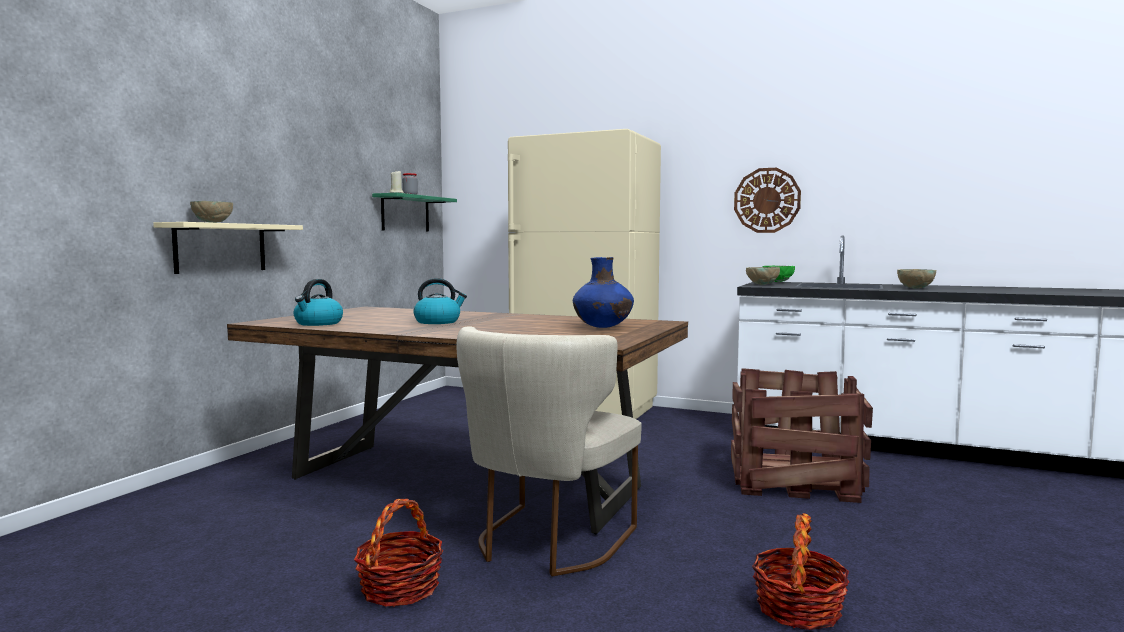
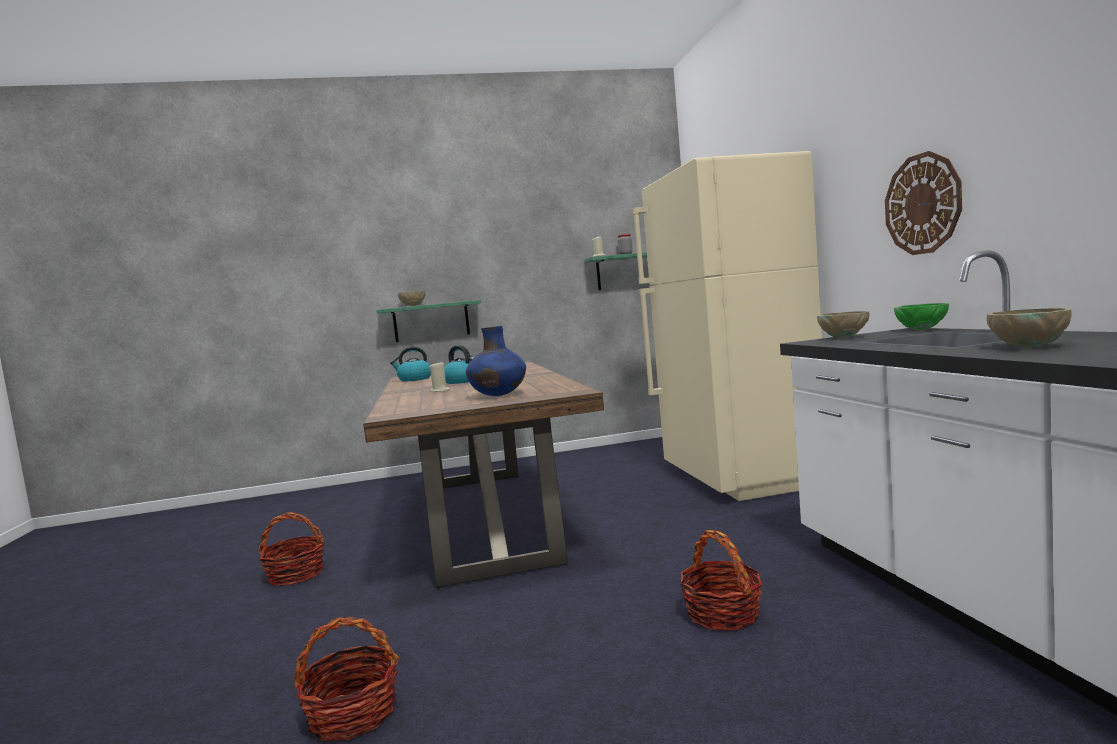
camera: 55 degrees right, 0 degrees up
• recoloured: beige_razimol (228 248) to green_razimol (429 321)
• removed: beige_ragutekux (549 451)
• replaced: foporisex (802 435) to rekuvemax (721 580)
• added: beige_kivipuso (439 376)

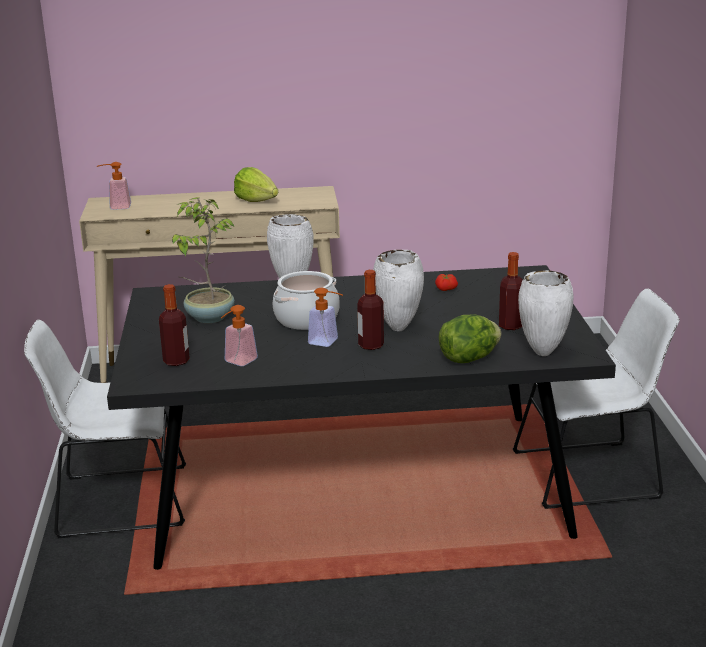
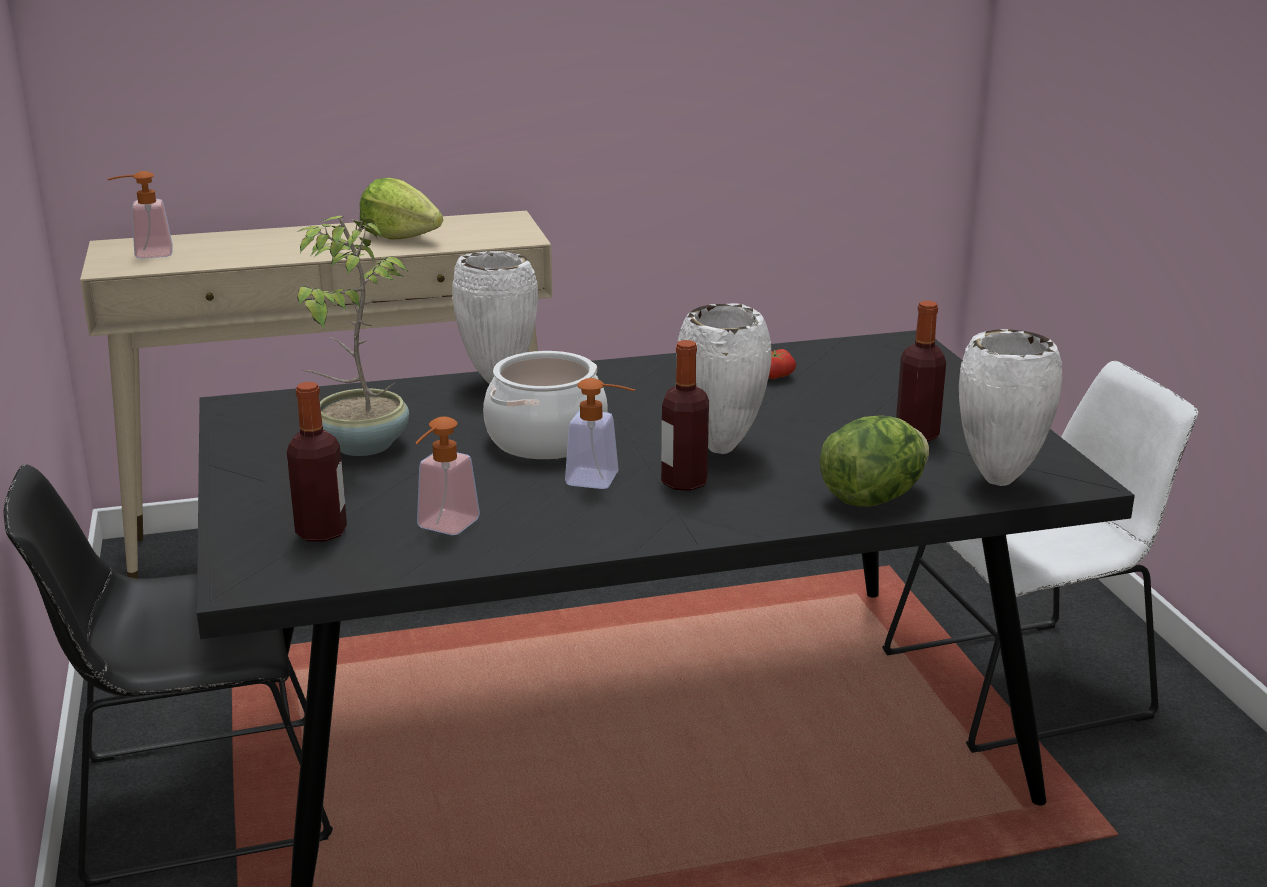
camera: 10 degrees left, 0 degrees up
• recoloured: white_ragutekux (105 429) to black_ragutekux (168 675)

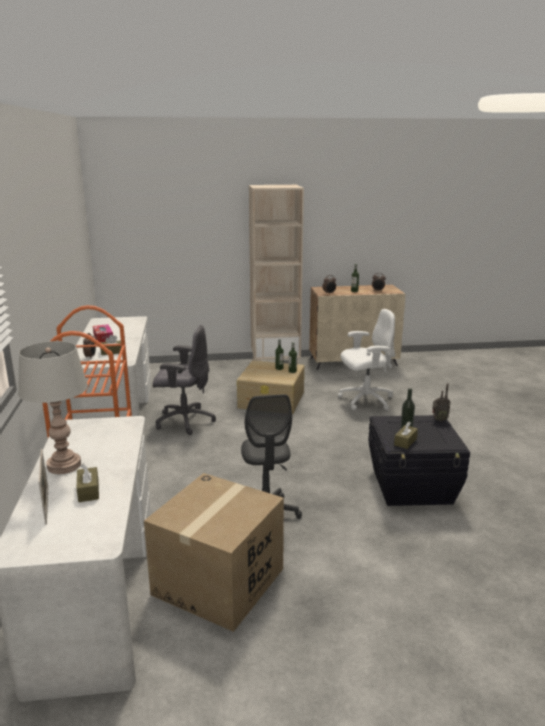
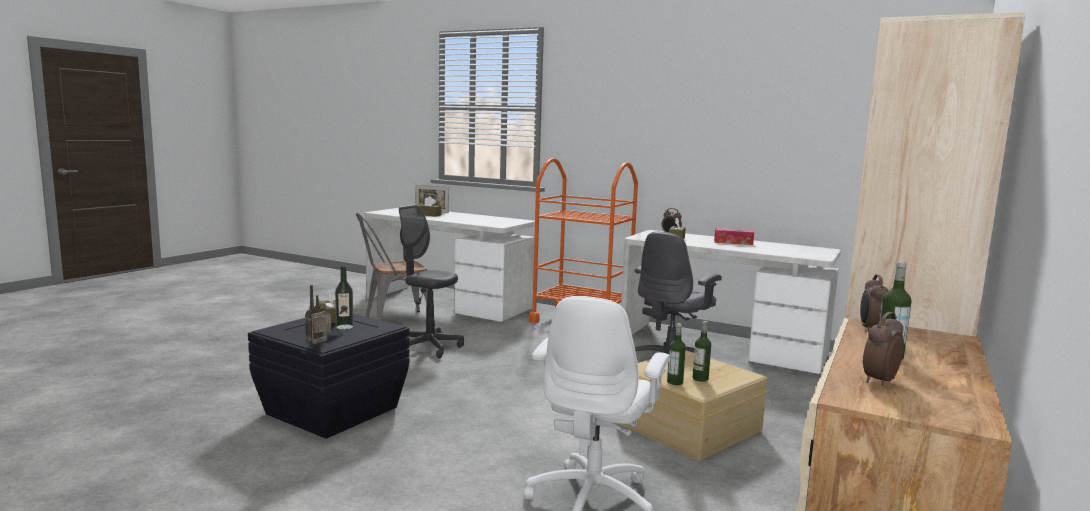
camera: 125 degrees right, 10 degrees down
• removed: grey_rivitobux (53 407)
• replaced: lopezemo (214 552) to grey_ragutekux (395 268)

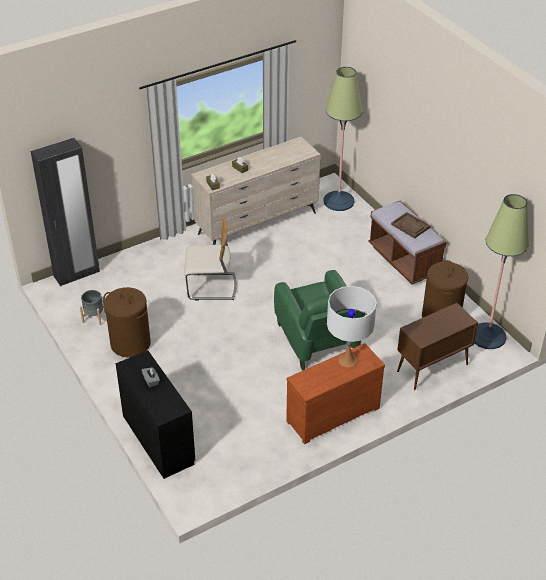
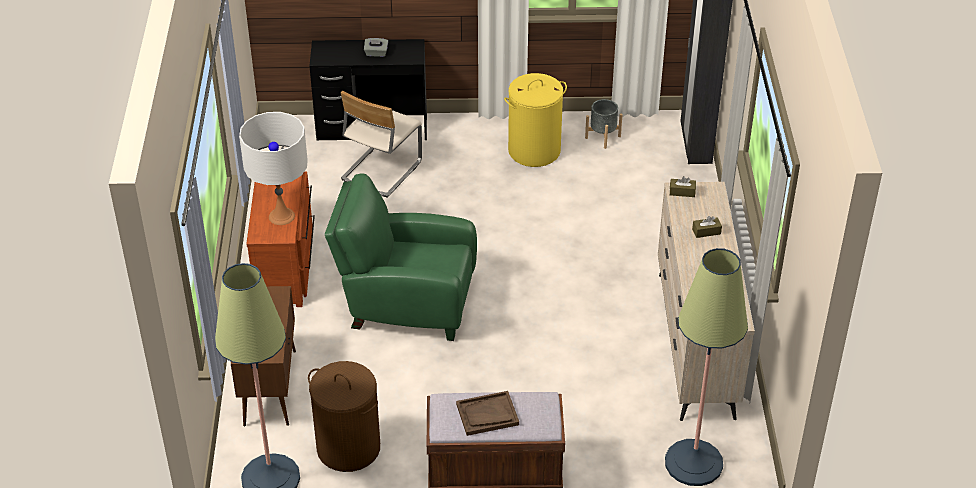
camera: 120 degrees right, 0 degrees up
• recoloured: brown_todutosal (127 322) to yellow_todutosal (535 120)
• moved: beige_ragutekux (210 259) to (381 144)

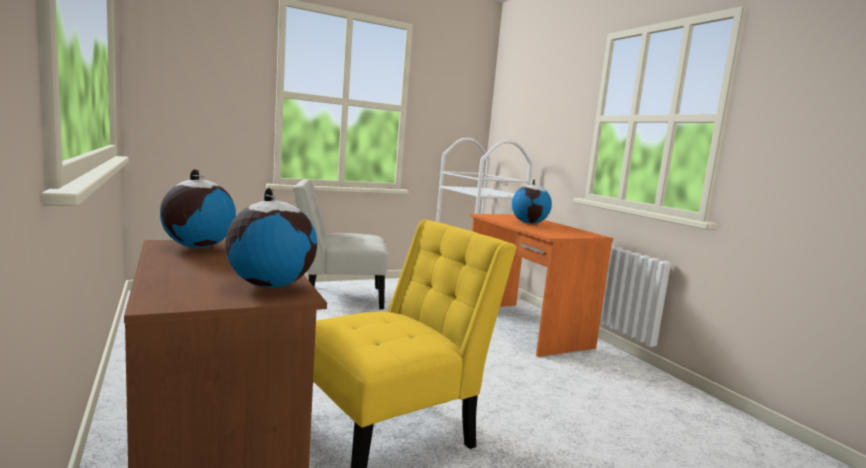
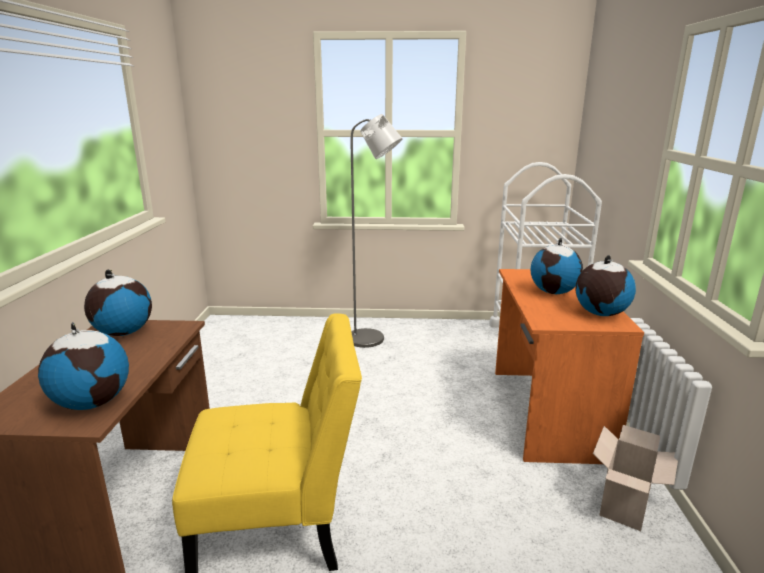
camera: 30 degrees right, 10 degrees up
• replaced: white_ragutekux (340 244) to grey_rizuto (377 231)
• added: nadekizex (606 285)
• added: lopezemo (635 478)

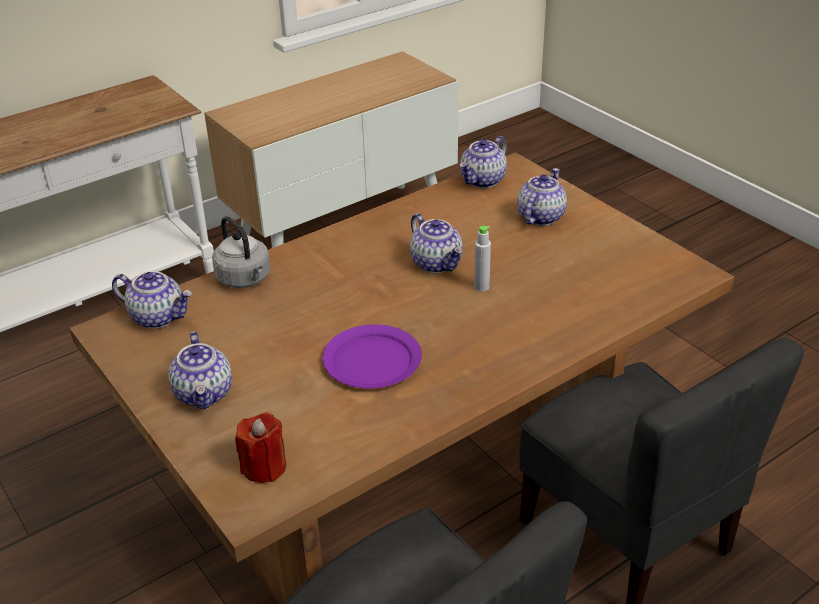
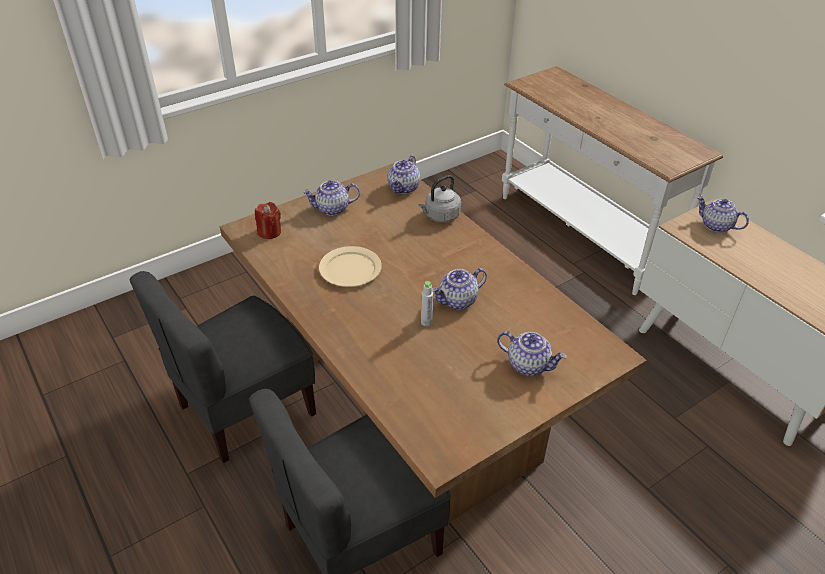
camera: 90 degrees right, 5 degrees up
• recoloured: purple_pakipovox (372 356) to beige_pakipovox (350 266)
• moved: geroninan (483 162) to (723 214)

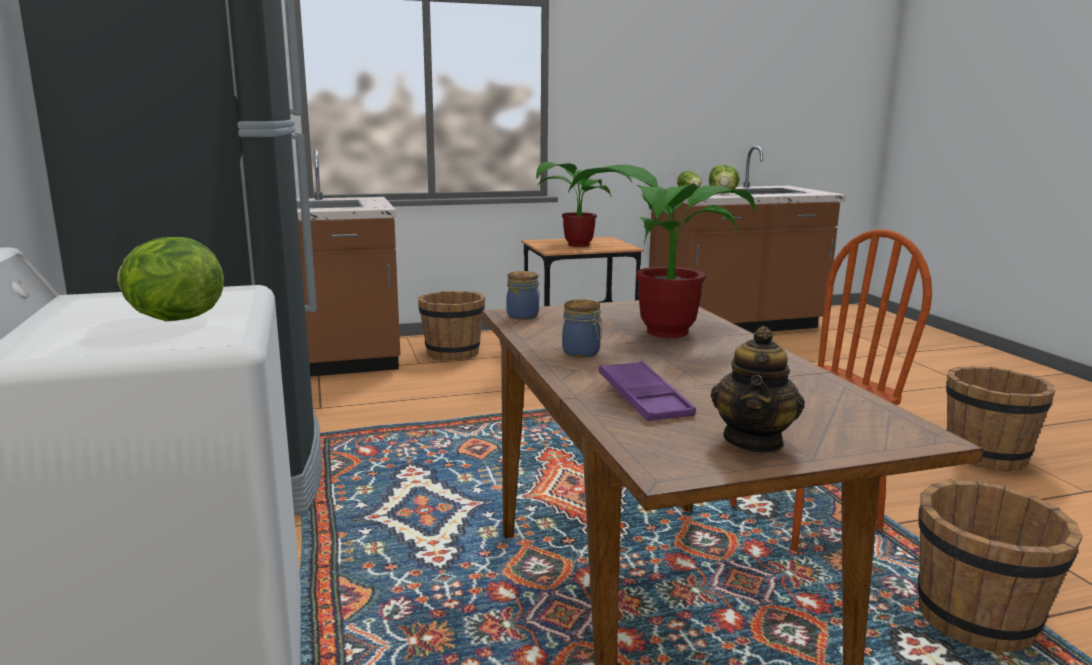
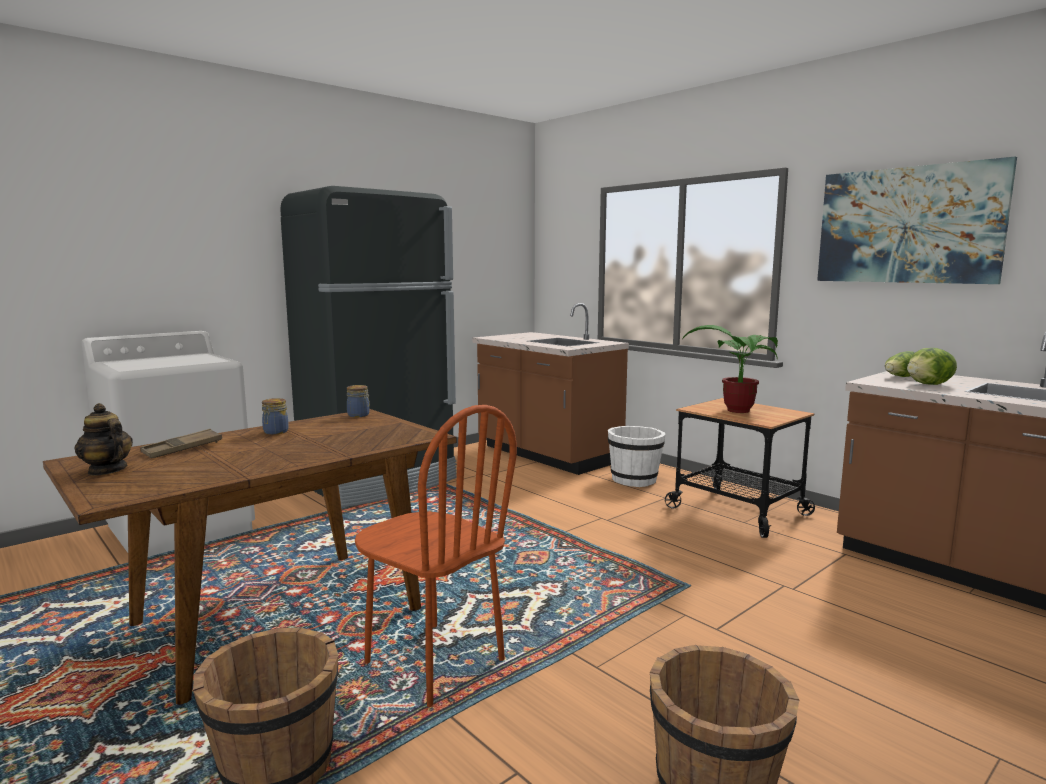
camera: 65 degrees right, 5 degrees down
• removed: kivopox (171 279)
• recoloured: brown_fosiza (451 325) to white_fosiza (637 456)
• removed: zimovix (661 251)
• recoloured: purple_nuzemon (647 391) to brown_nuzemon (181 443)
• turned: geroninan (758 389) = (103 439) 45 degrees clockwise
• added: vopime (917 220)

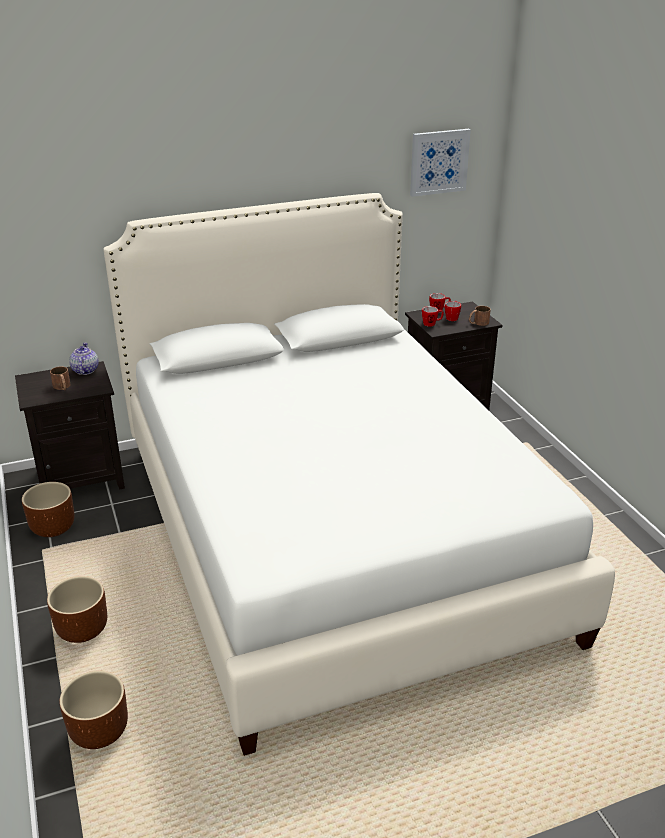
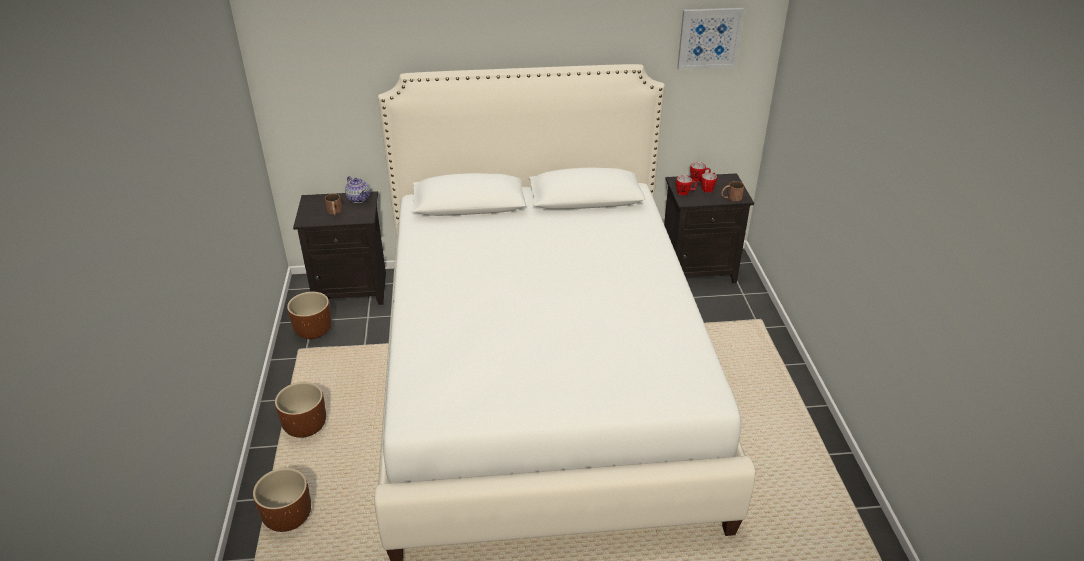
camera: 15 degrees right, 5 degrees up
• turned: geroninan (83 358) = (357 189) 135 degrees clockwise

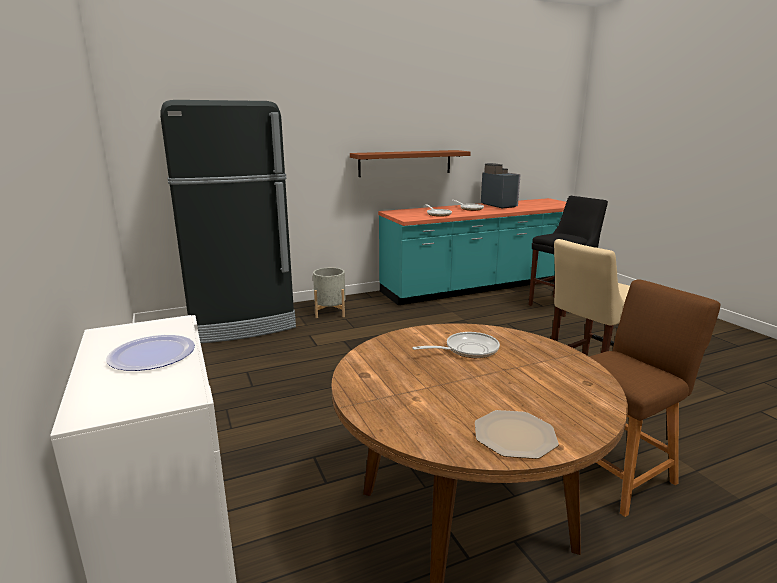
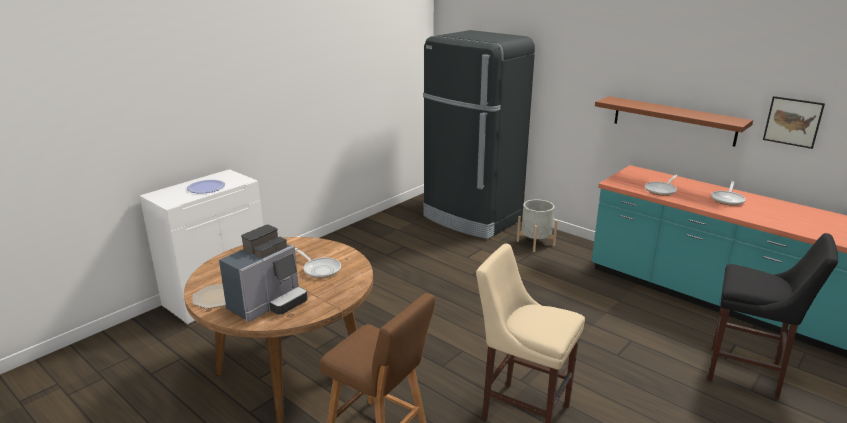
camera: 65 degrees right, 5 degrees up
• moved: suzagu (501 185) to (263 273)
• added: vopime (794 122)

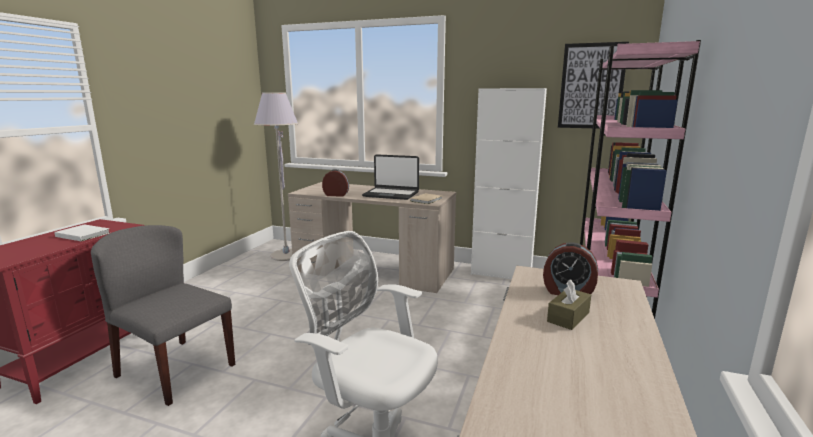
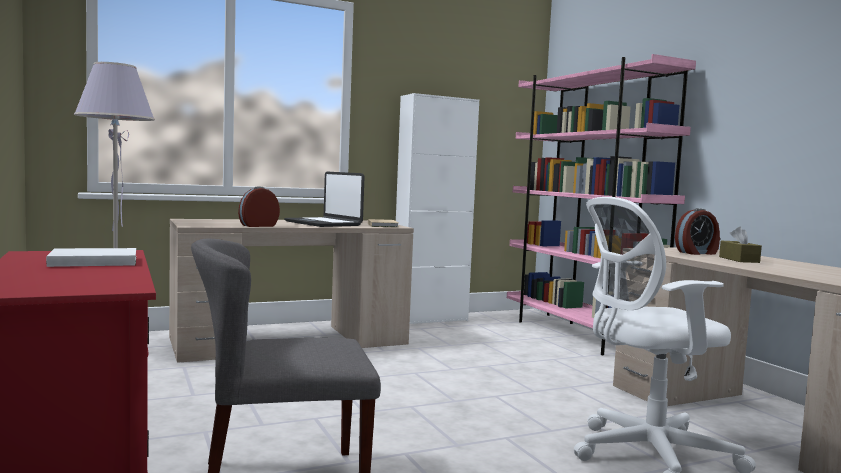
camera: 45 degrees left, 10 degrees down
• turned: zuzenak (390 177) = (324 199) 75 degrees clockwise
• removed: vopime (593 85)

